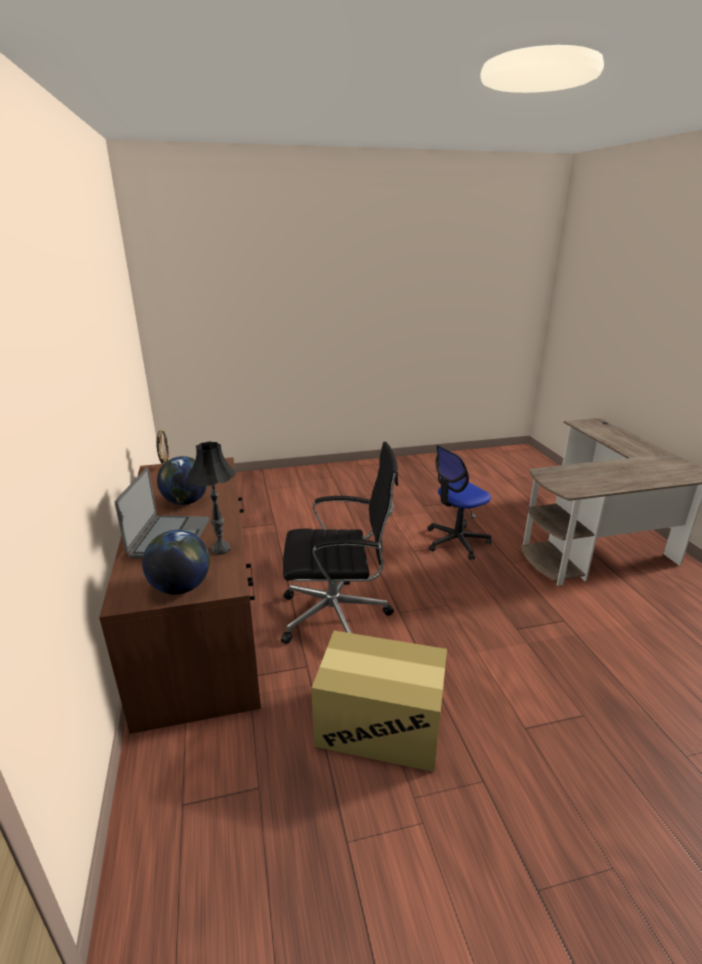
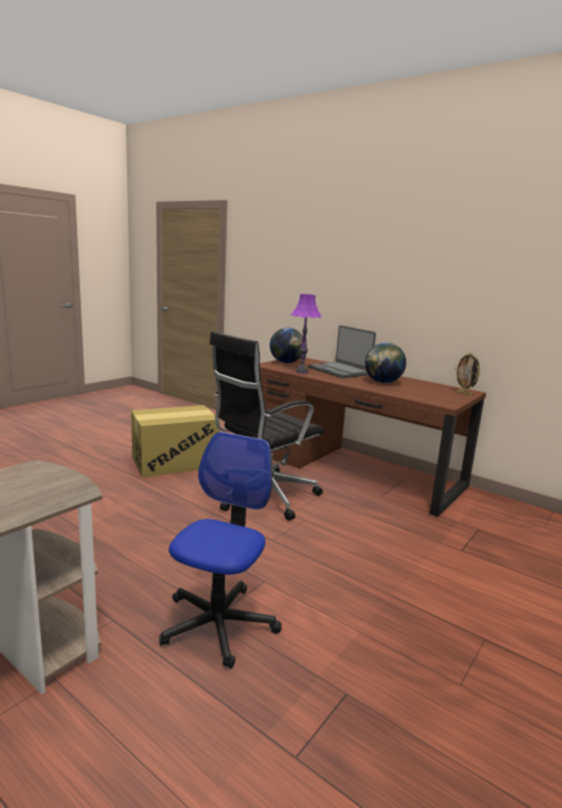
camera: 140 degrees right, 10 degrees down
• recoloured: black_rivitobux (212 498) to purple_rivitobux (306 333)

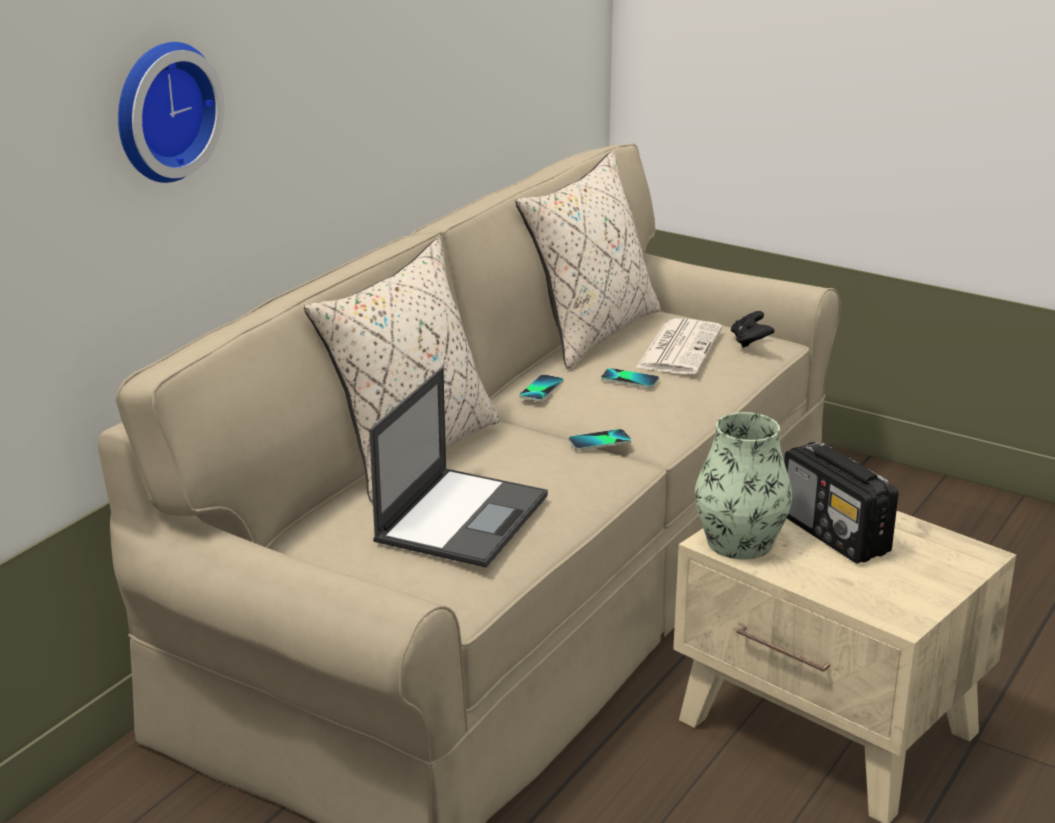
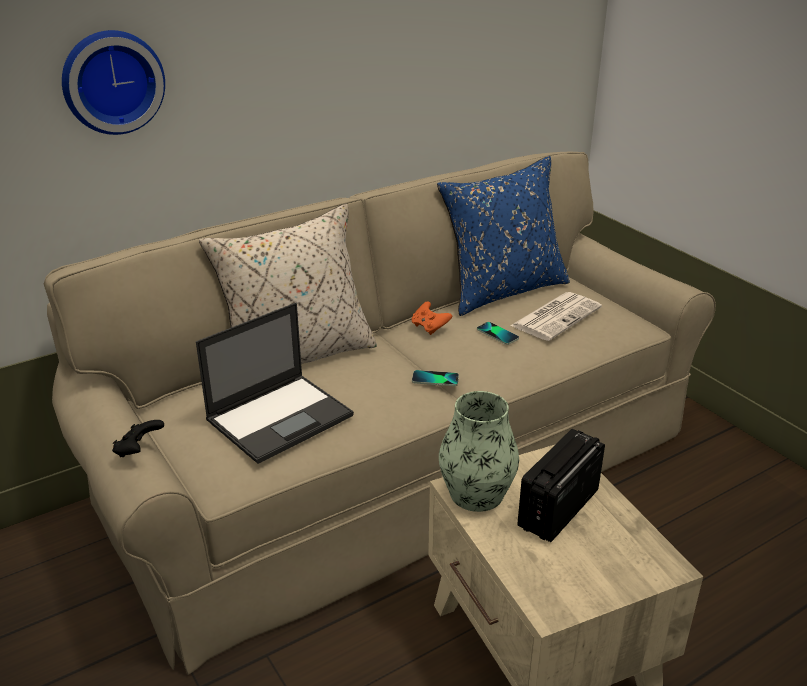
camera: 25 degrees right, 5 degrees up
• recoloured: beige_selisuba (588 260) to blue_selisuba (503 236)
• replaced: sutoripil (542 388) to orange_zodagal (431 318)
• moved: black_zodagal (753 329) to (138 438)
• turned: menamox (841 503) = (561 485) 45 degrees clockwise

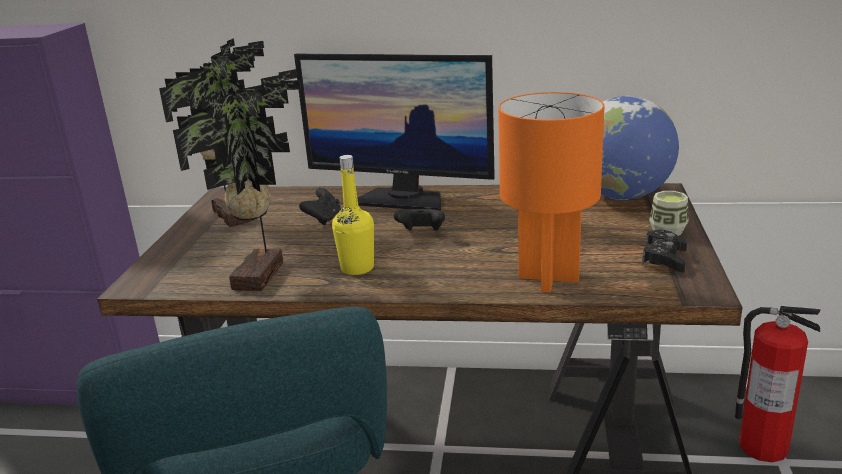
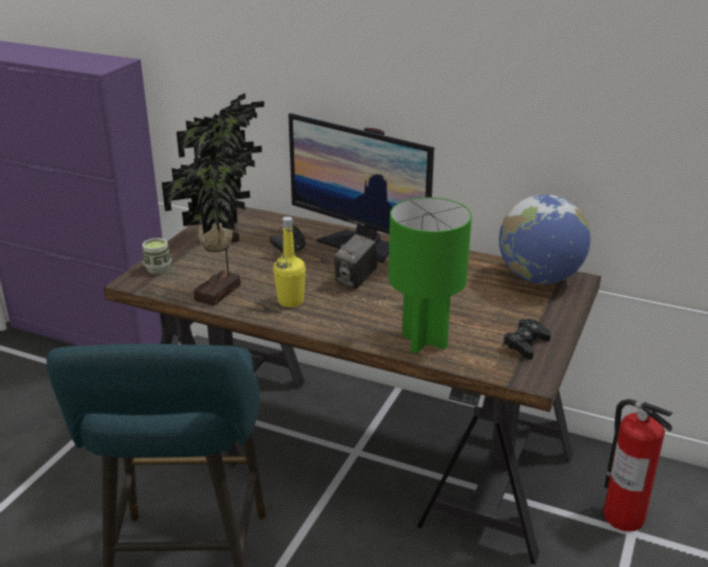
camera: 15 degrees right, 5 degrees up
• replaced: black_zodagal (419 218) to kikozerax (355 261)
• recoloured: orange_rivitobux (551 192) to green_rivitobux (430 275)
• moved: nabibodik (668 213) to (157 256)

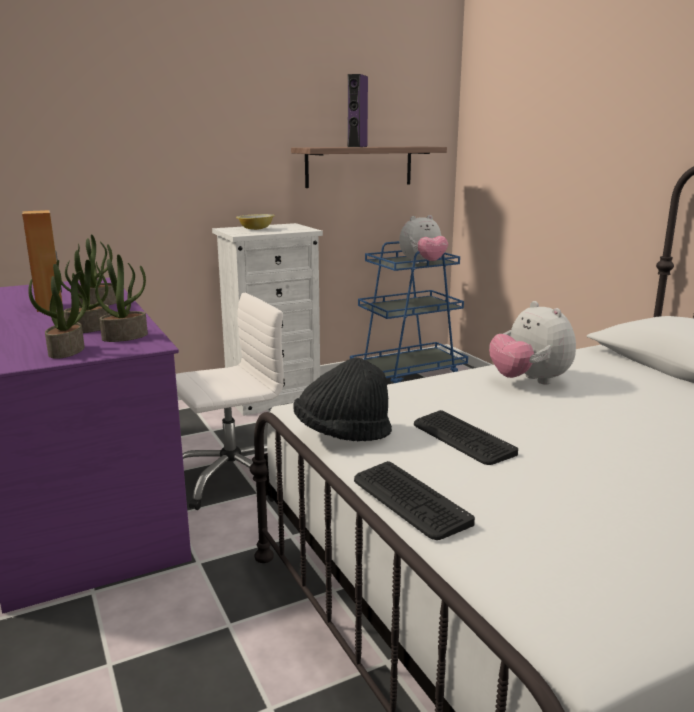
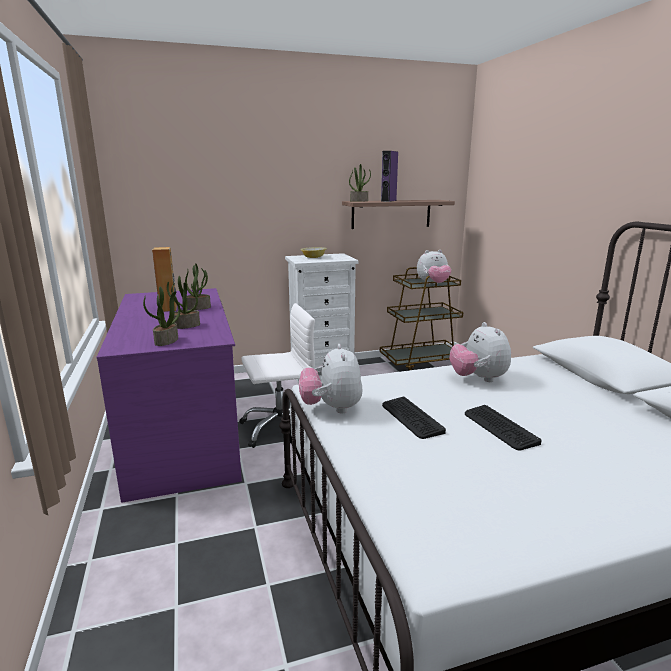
camera: 10 degrees right, 0 degrees up
• moved: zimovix (121 298) to (360 183)
• replaced: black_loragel (342 399) to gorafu (330 379)
• recoloured: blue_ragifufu (409 312) to brown_ragifufu (421 319)
• moved: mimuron (414 500) to (503 427)

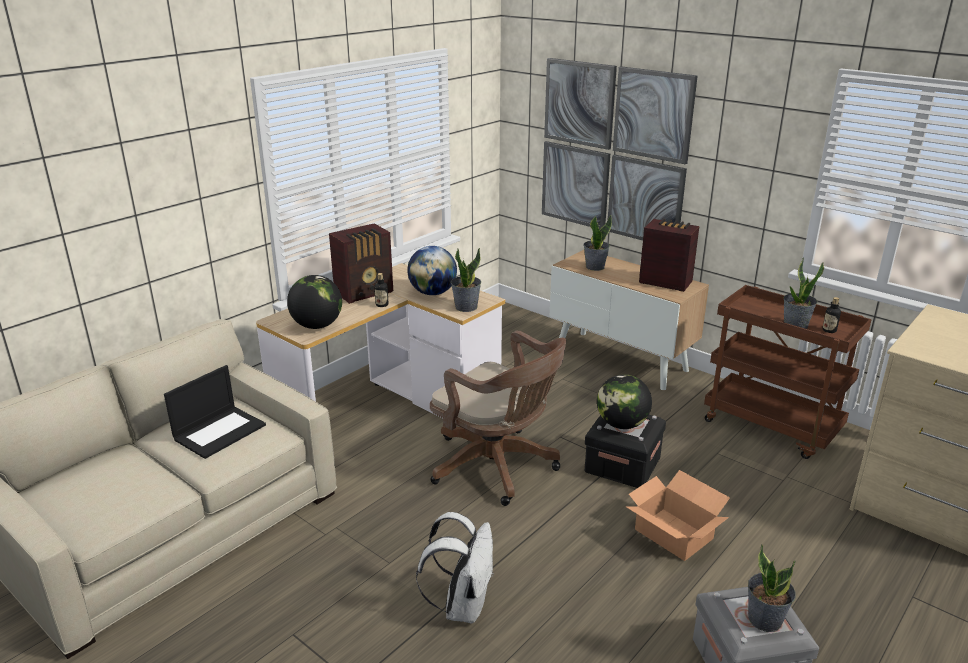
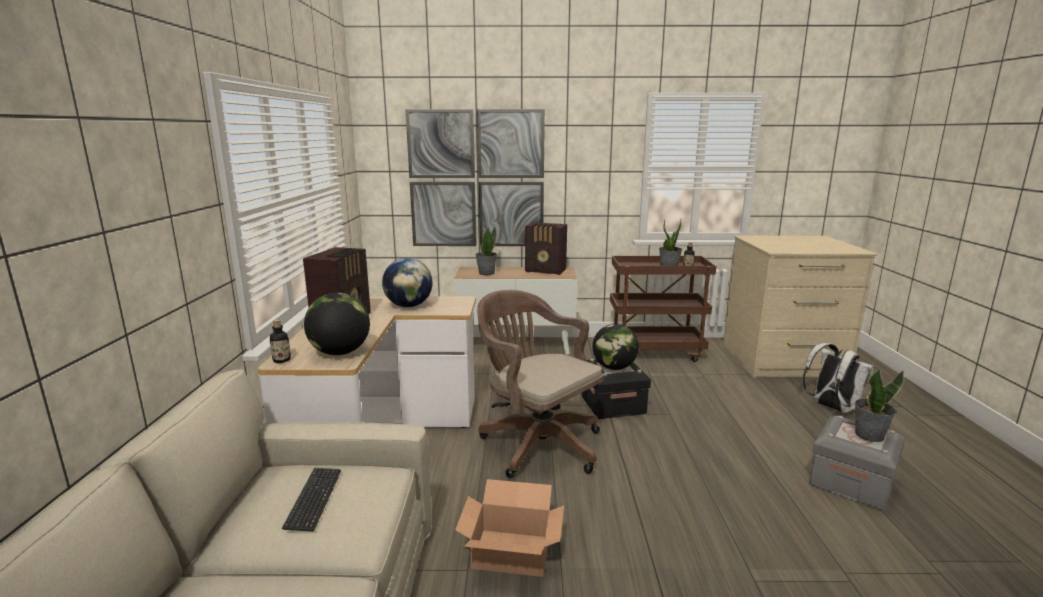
camera: 40 degrees left, 10 degrees down
• replaced: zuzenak (215 412) to mimuron (311 500)
• moved: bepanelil (381 290) to (280 341)
• moved: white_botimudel (455 568) to (838 378)
• turned: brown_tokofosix (498 418) = (540 384) 135 degrees counterclockwise
• removed: zimovix (466 280)
• moved: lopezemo (677 515) to (509 528)
• turned: menamox (669 255) = (546 248) 150 degrees counterclockwise

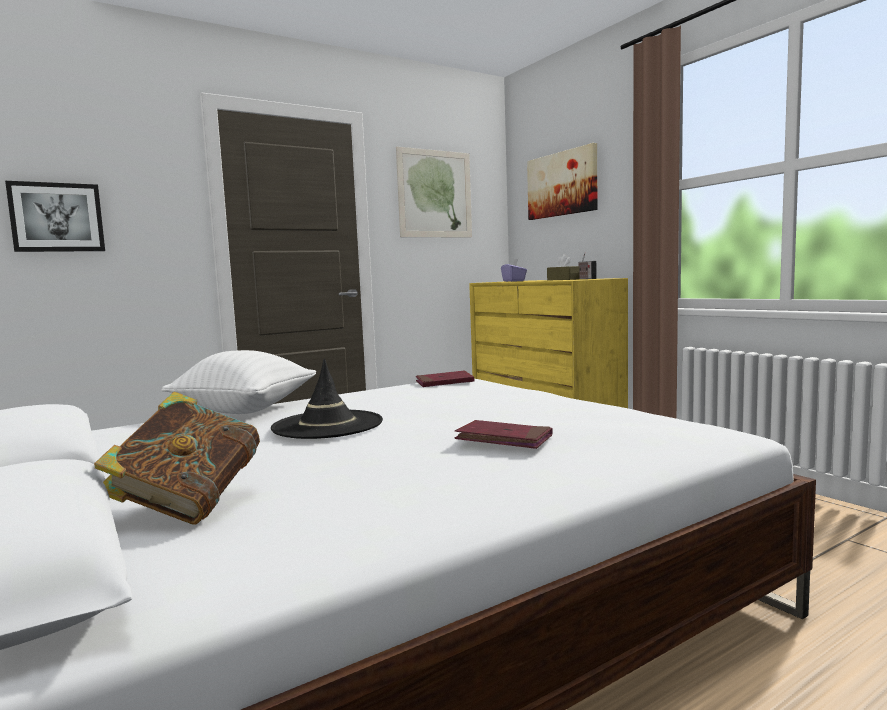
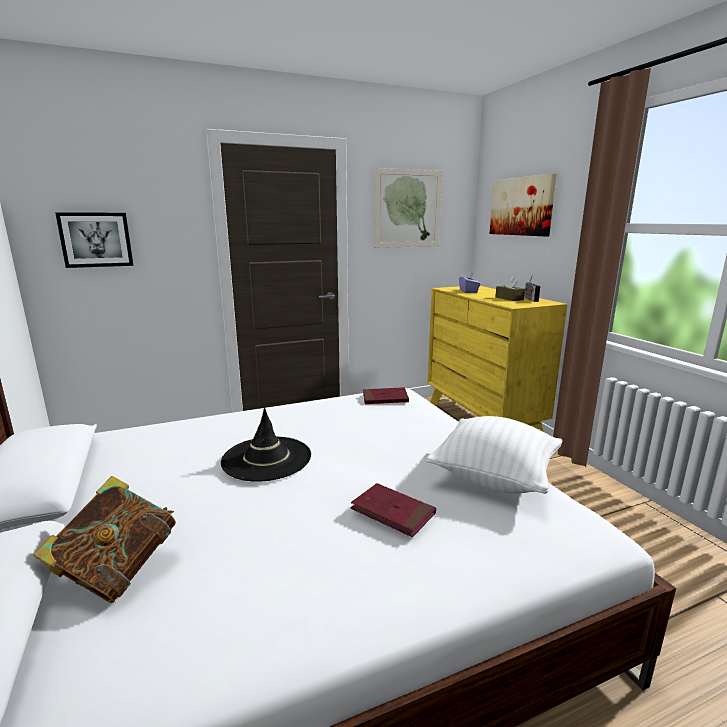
camera: 10 degrees right, 10 degrees up
• moved: white_selisuba (238 382) to (494 455)

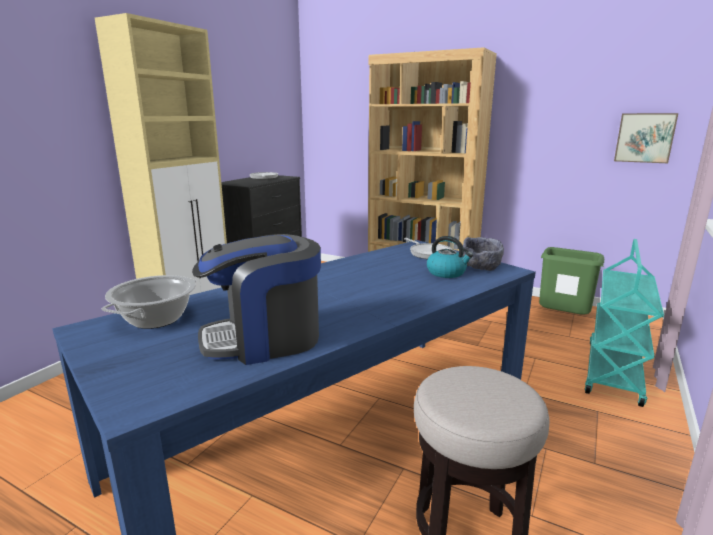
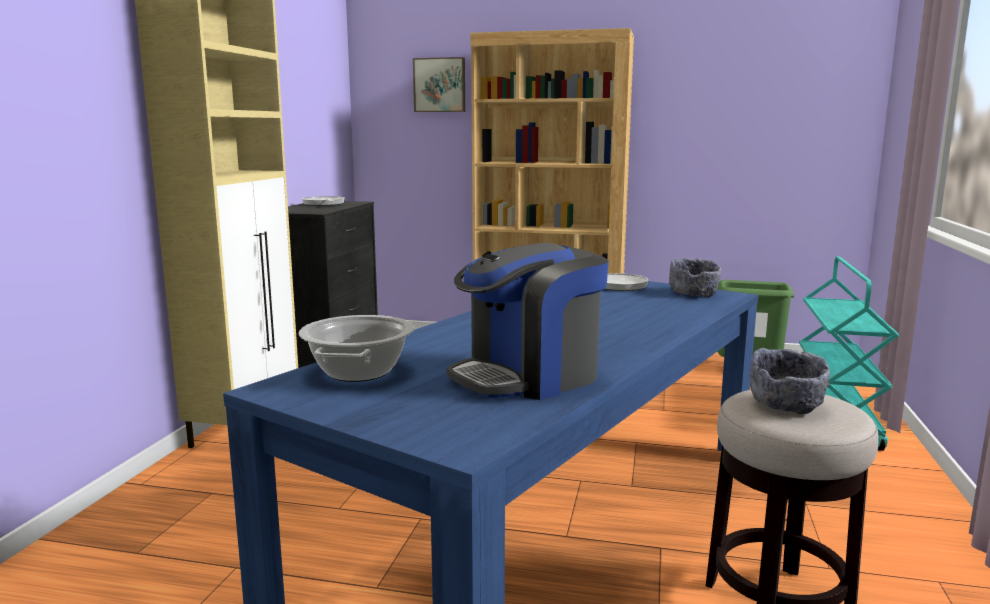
camera: 15 degrees left, 5 degrees down
• removed: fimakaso (450 257)
• moved: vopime (646 138) to (439 84)
• added: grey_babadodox (790 381)

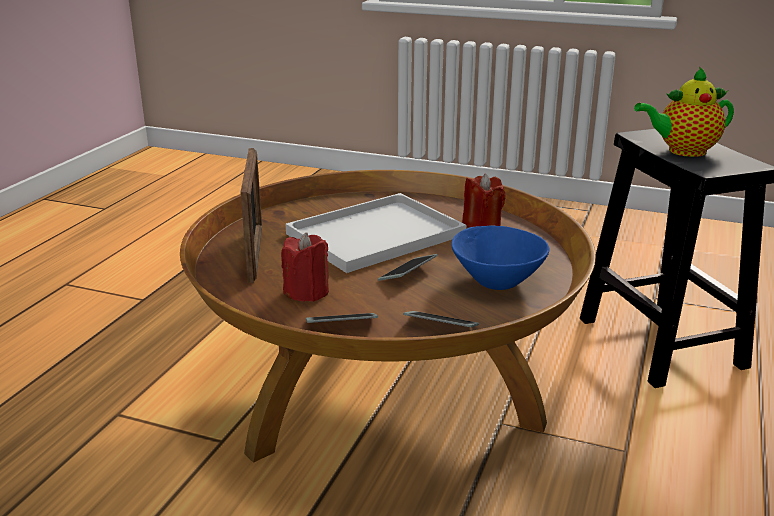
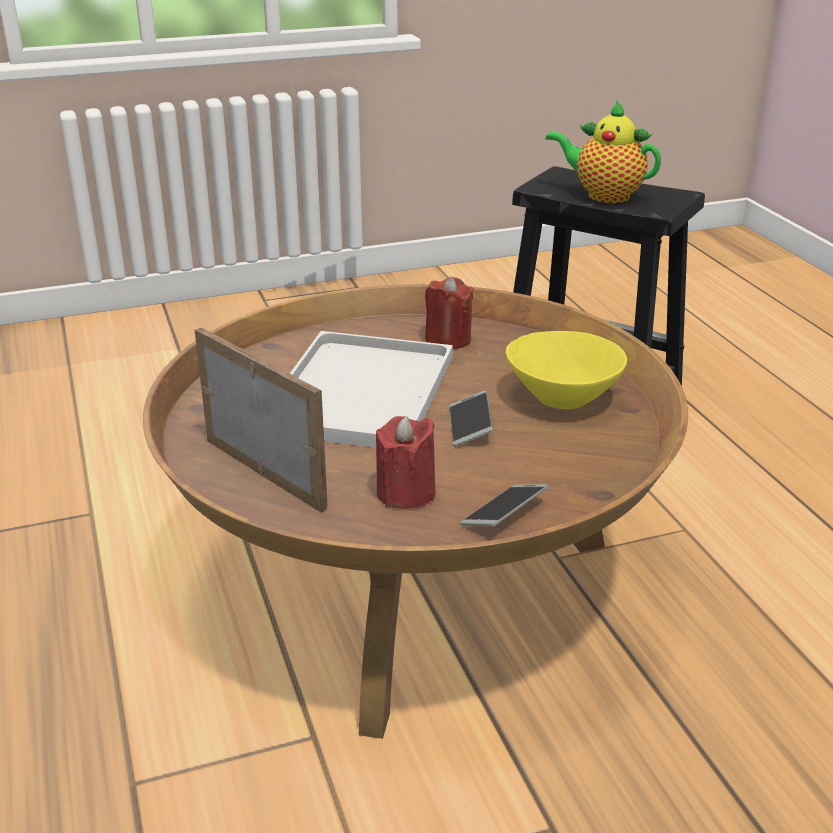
camera: 40 degrees left, 5 degrees up
• removed: sutoripil (441 319)
• recoloured: blue_babadodox (500 257) to yellow_babadodox (566 370)
• turned: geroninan (684 111) = (603 151) 75 degrees clockwise

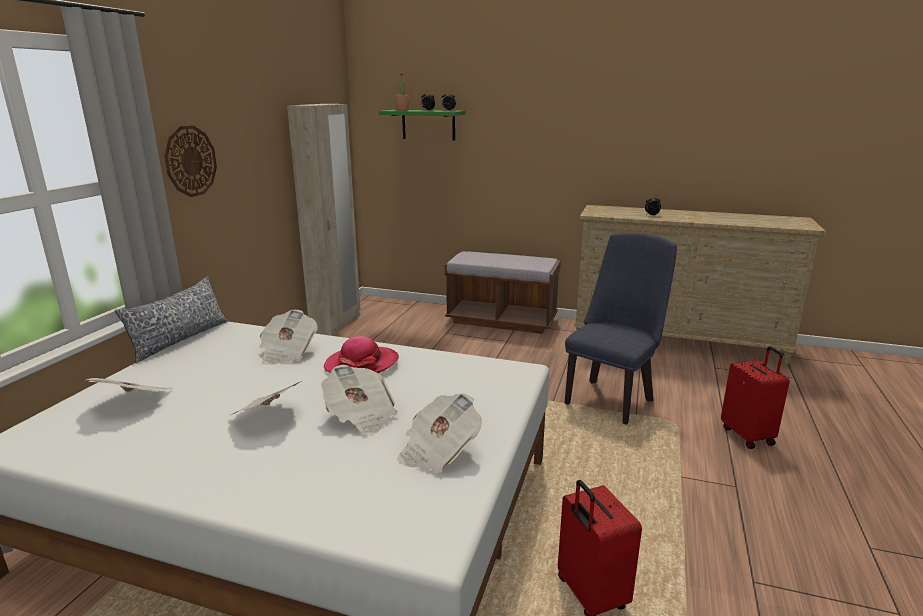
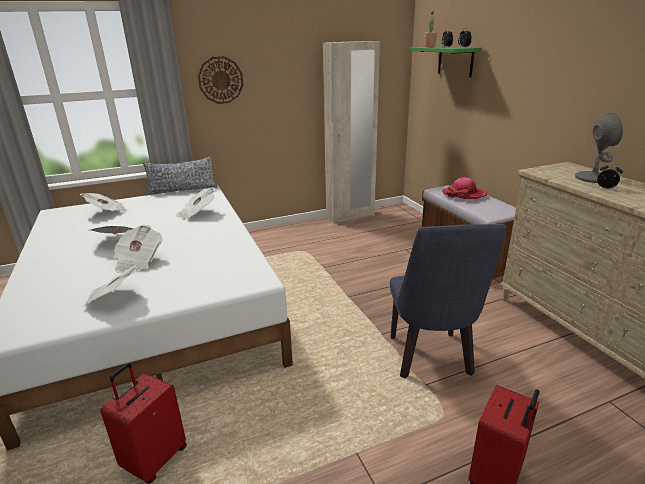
camera: 50 degrees right, 5 degrees up
• moved: loragel (361 354) to (464 188)
• turned: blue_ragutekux (620 329) = (448 301) 90 degrees clockwise
• added: grey_rivitobux (599 148)

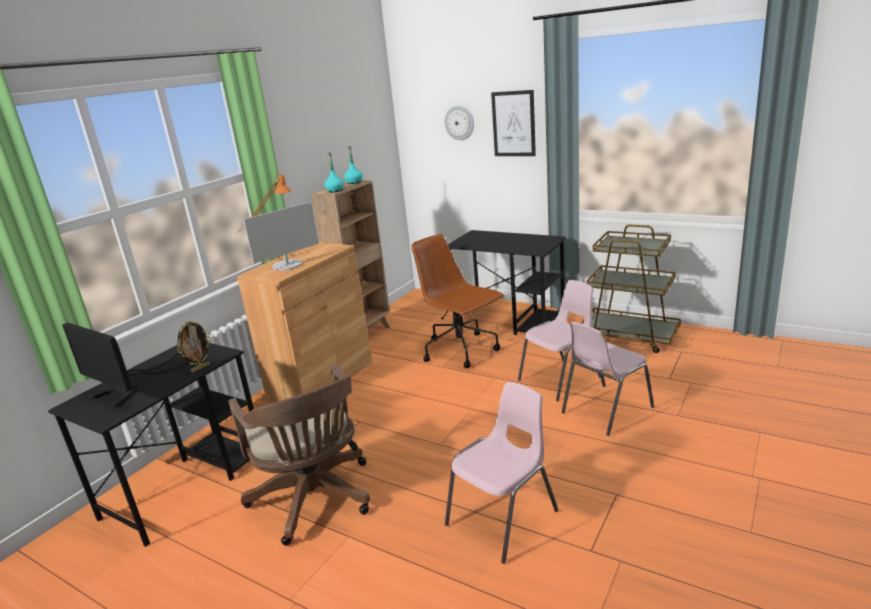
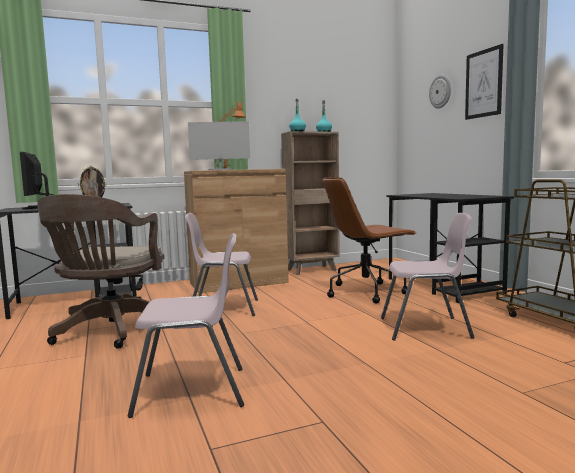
camera: 35 degrees right, 15 degrees down
• turned: brown_tokofosix (458 301) = (369 240) 105 degrees counterclockwise
• moved: pink_ragutekux (608 379) to (221 264)

